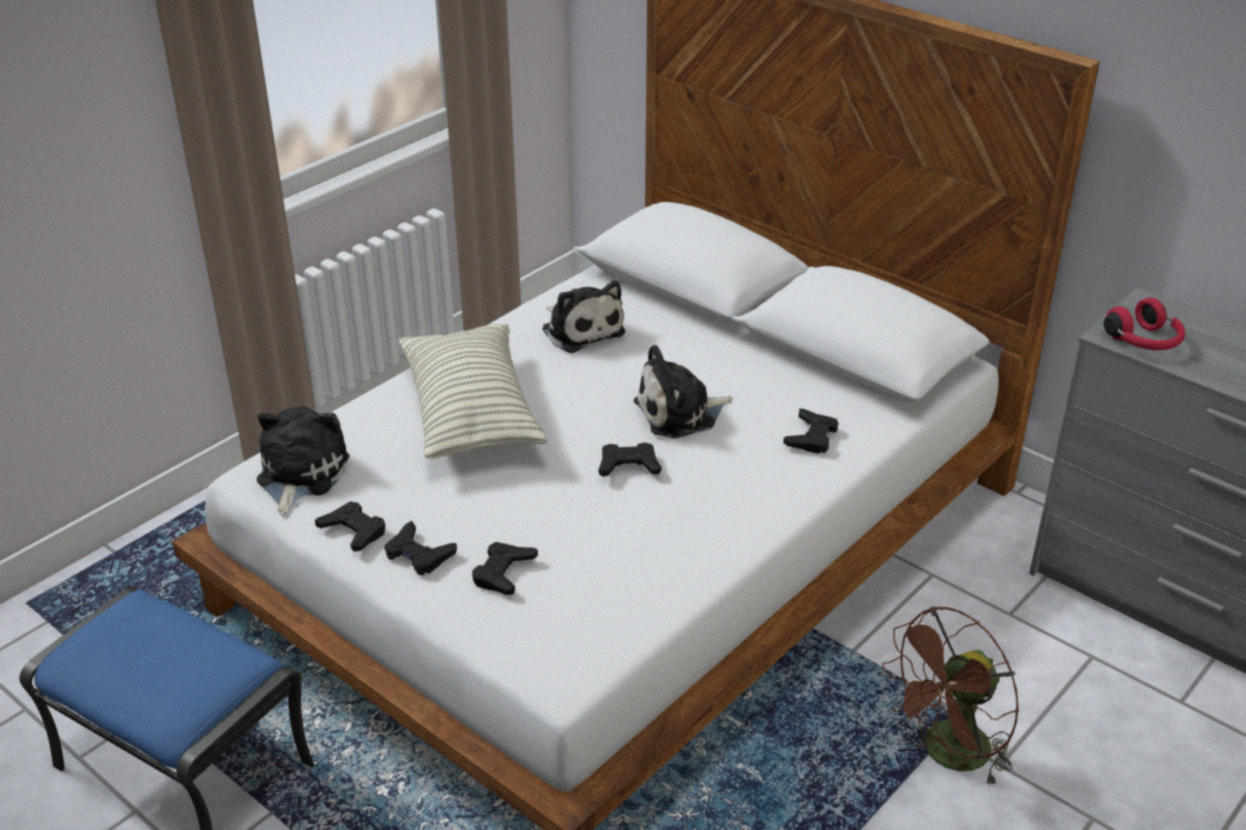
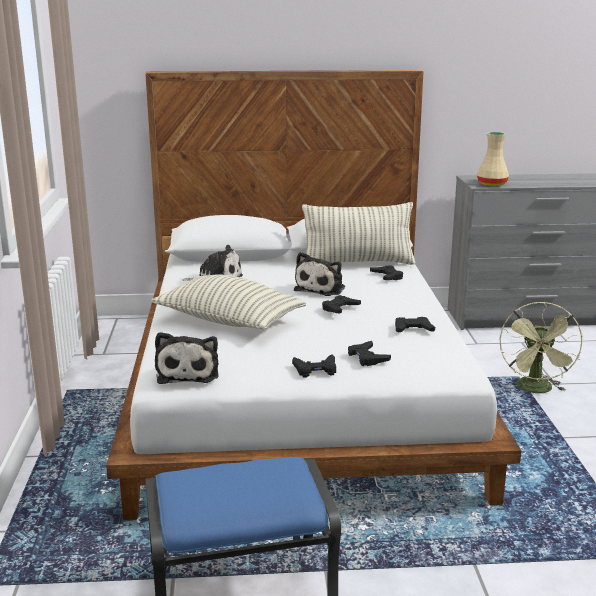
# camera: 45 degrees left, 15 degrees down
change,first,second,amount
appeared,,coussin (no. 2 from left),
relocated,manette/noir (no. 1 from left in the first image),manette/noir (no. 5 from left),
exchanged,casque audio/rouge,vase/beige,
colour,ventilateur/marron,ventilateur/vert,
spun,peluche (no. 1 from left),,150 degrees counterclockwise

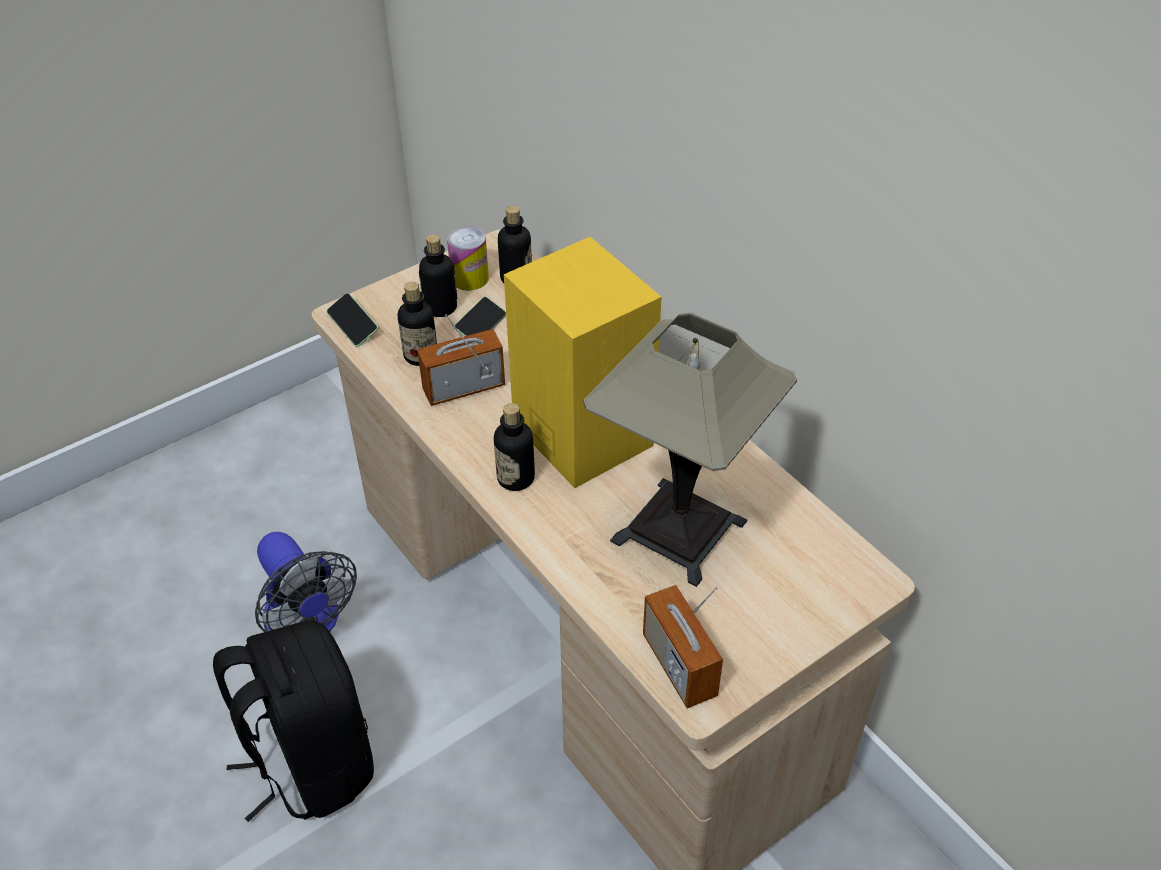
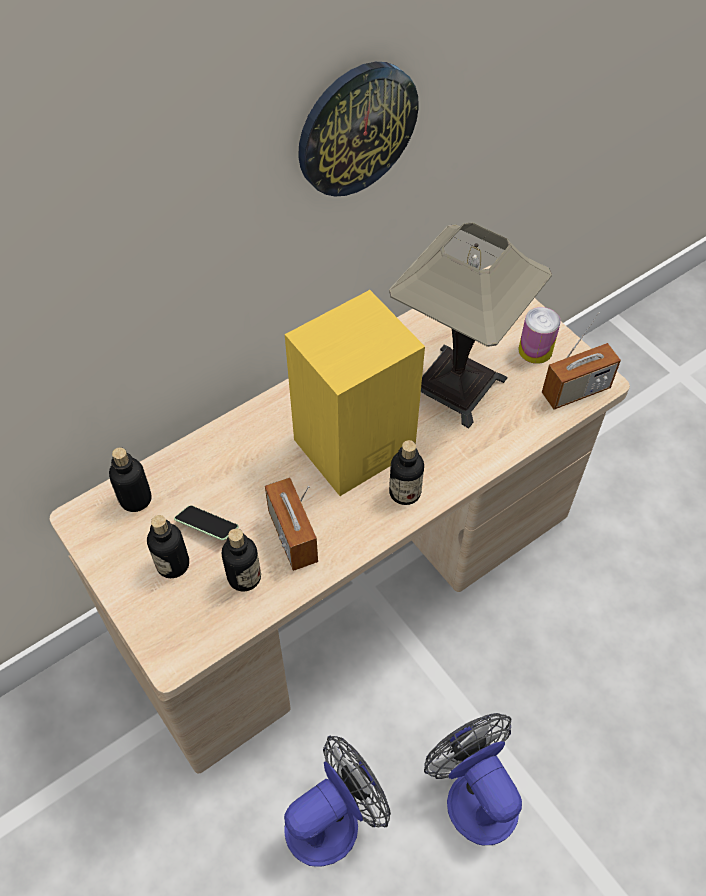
# camera: 90 degrees left, 10 degrees up
change,first,second,amount
missing,téléphone (no. 1 from left),,
appeared,,horloge murale,
relocated,boîte métallique,,
exchanged,sac à dos/noir,ventilateur (no. 2 from left),

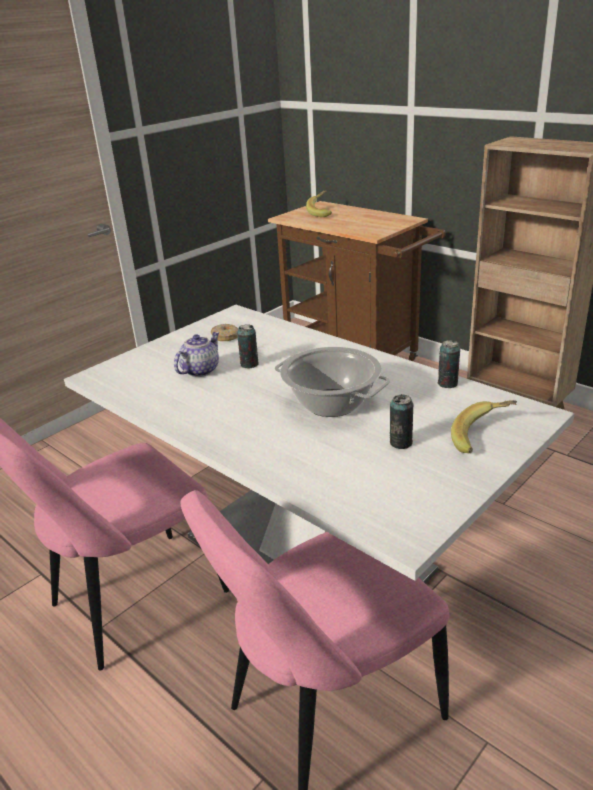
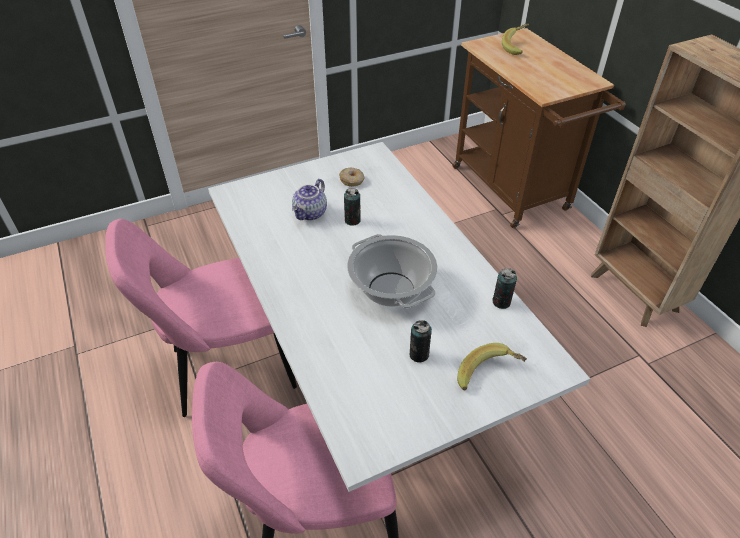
# camera: 20 degrees right, 15 degrees up
change,first,second,amount
spun,théière,,150 degrees clockwise

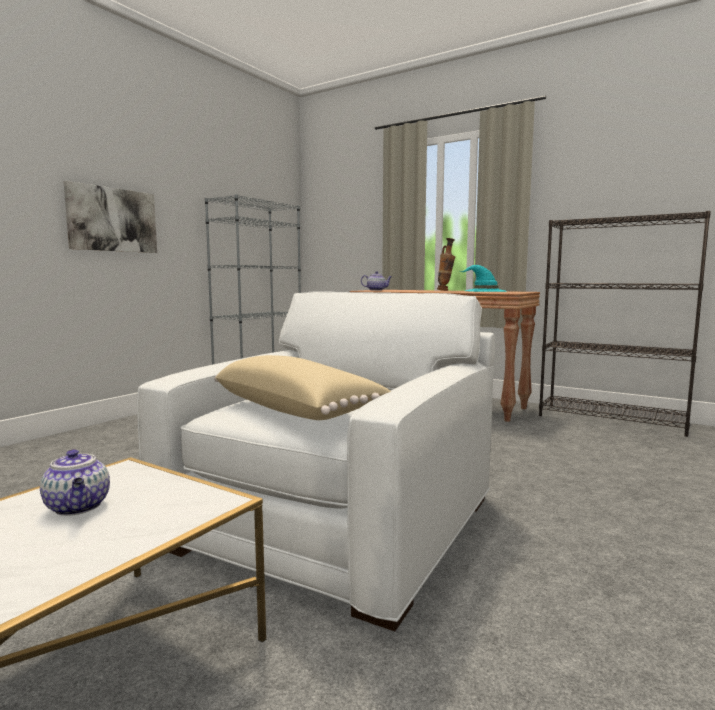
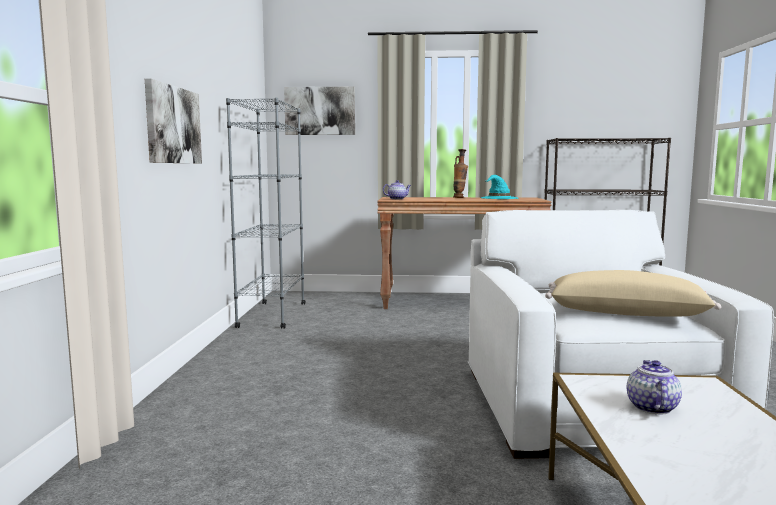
# camera: 30 degrees left, 0 degrees up
change,first,second,amount
appeared,,tableau (no. 2 from left),
spun,théière (no. 1 from left in the first image),théière (no. 2 from left),105 degrees counterclockwise

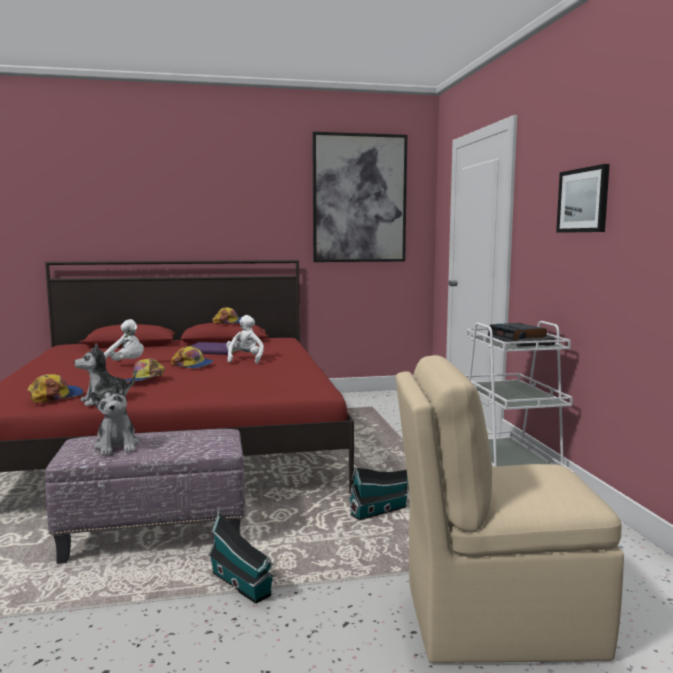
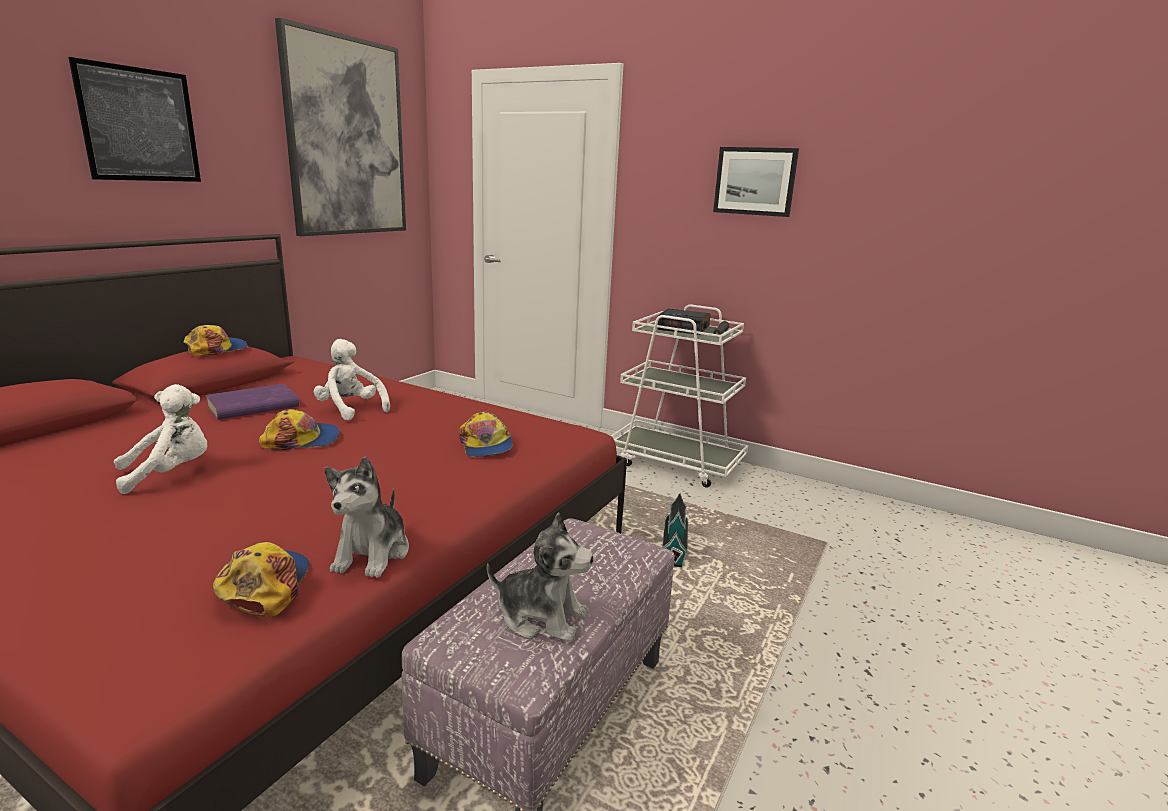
# camera: 50 degrees left, 10 degrees up
change,first,second,amount
missing,maison miniature (no. 1 from left),,
missing,chaise/beige,,
appeared,,tableau (no. 1 from left),
relocated,casquette (no. 2 from left in the first image),casquette (no. 4 from left),

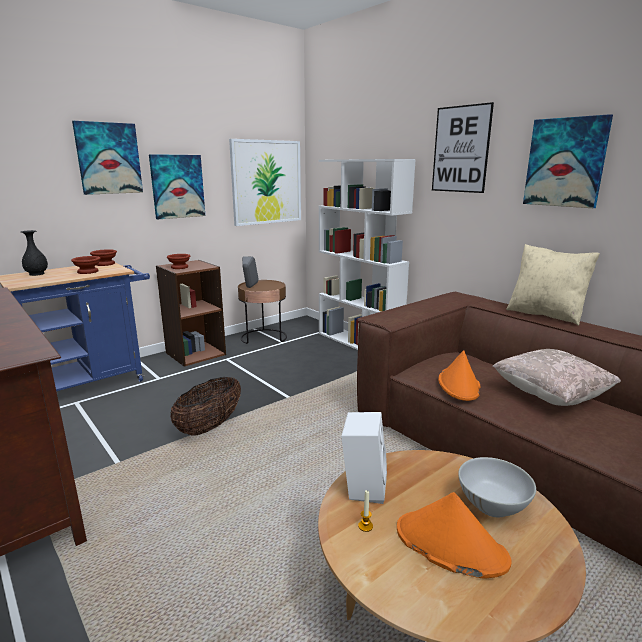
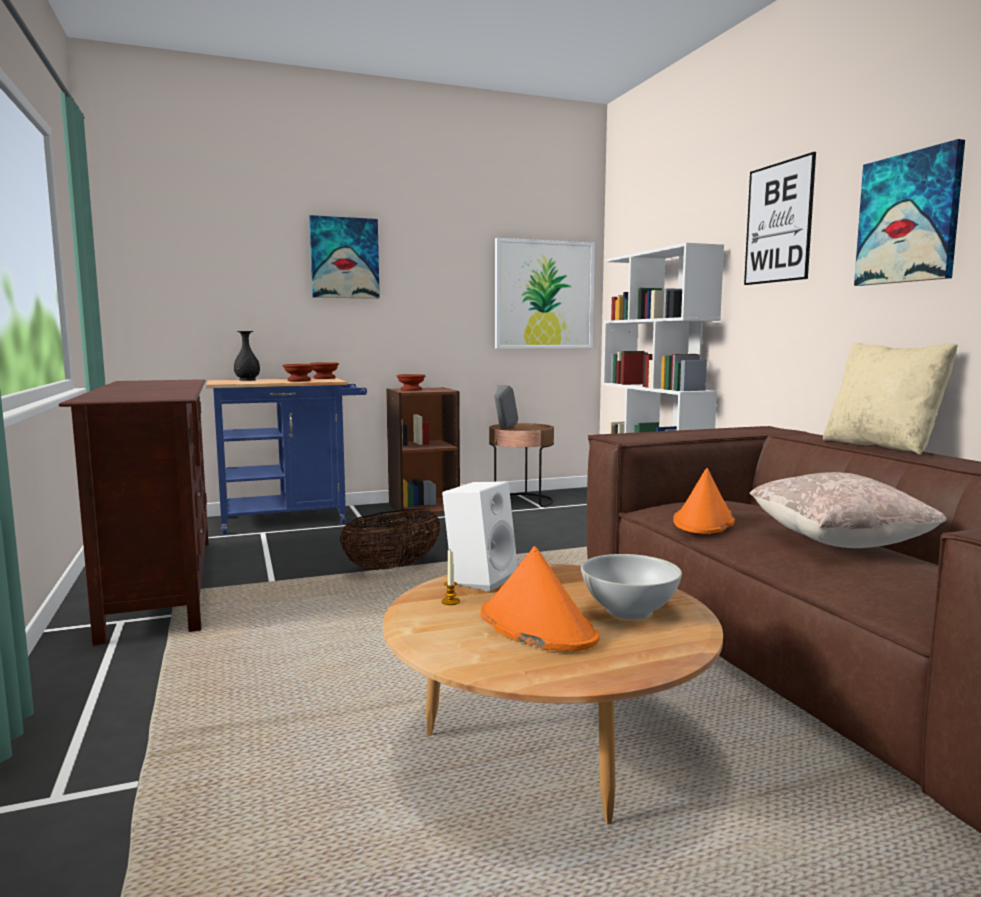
# camera: 20 degrees right, 10 degrees down
change,first,second,amount
missing,tableau (no. 2 from left),,

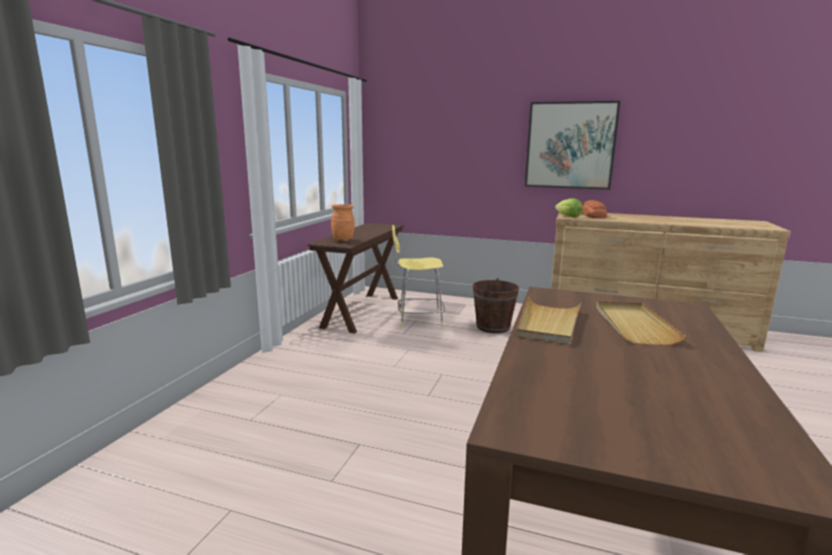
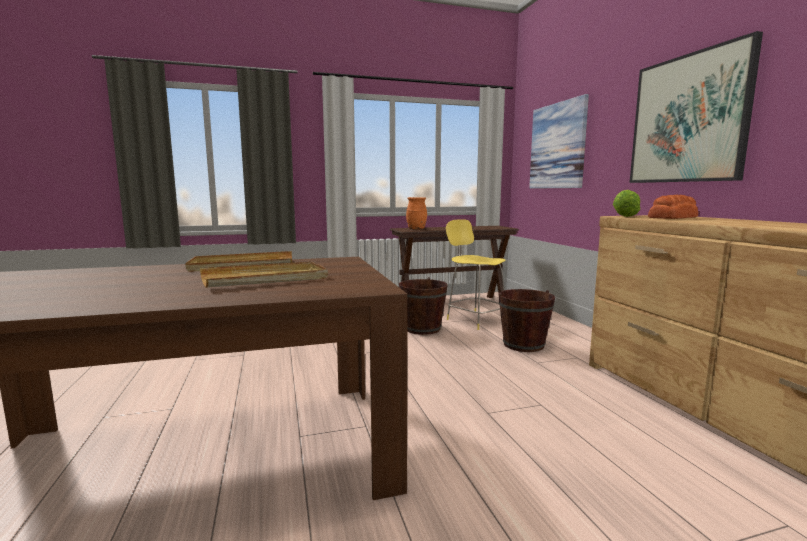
# camera: 55 degrees right, 5 degrees down
change,first,second,amount
appeared,,seau/marron (no. 1 from left),
appeared,,tableau (no. 1 from left),

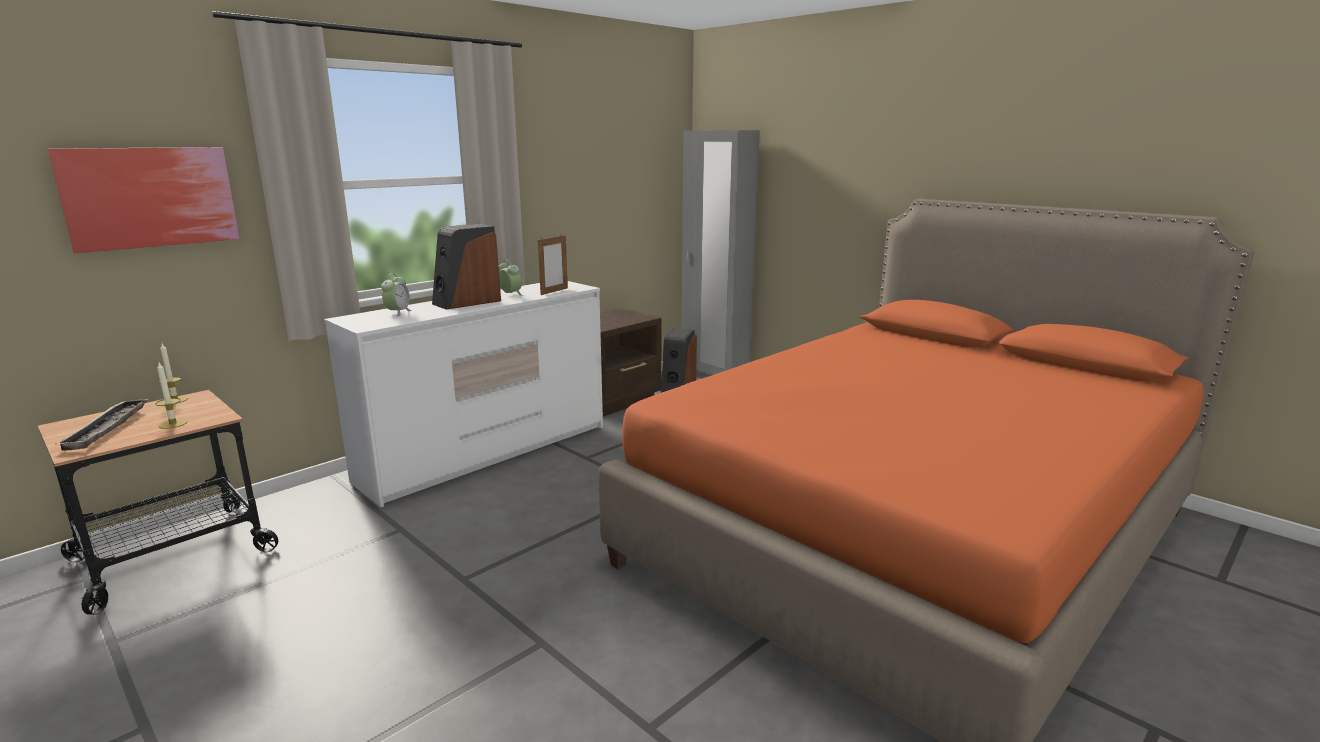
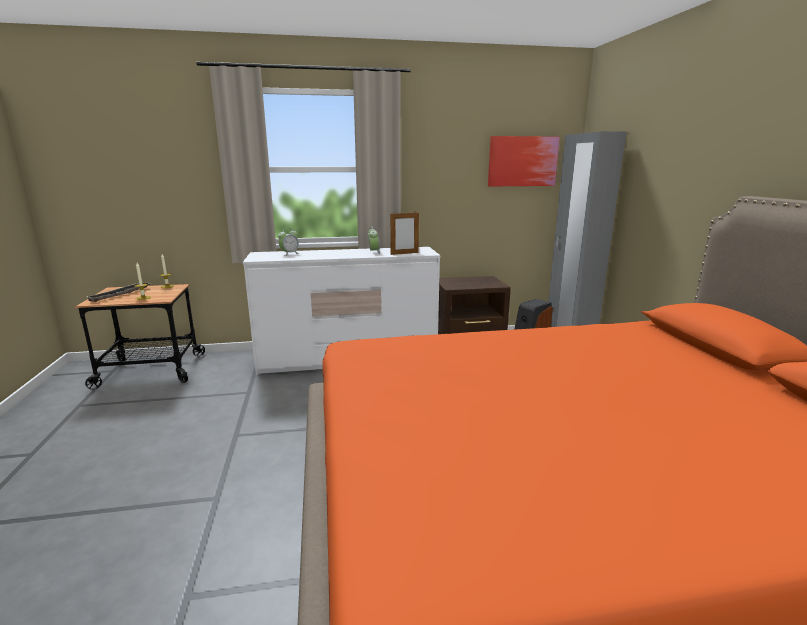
# camera: 35 degrees right, 0 degrees up
change,first,second,amount
missing,enceinte (no. 1 from left),,
relocated,tableau,,

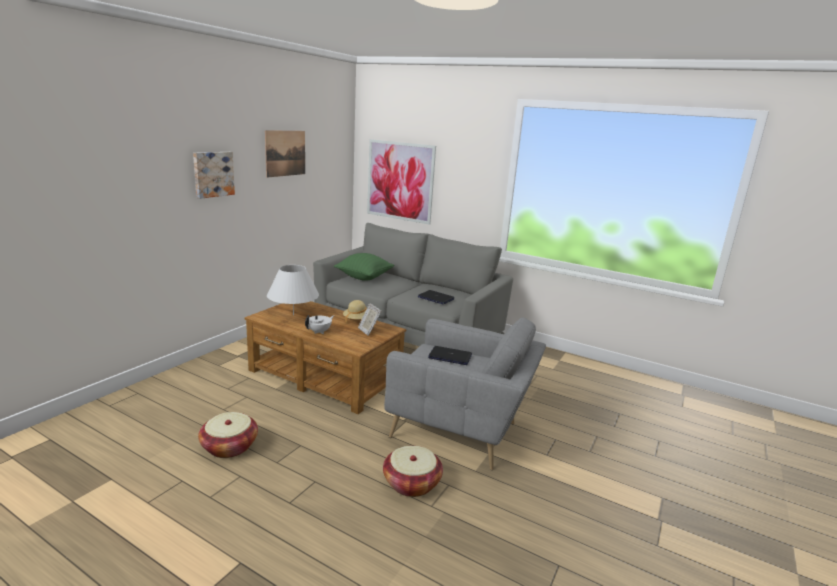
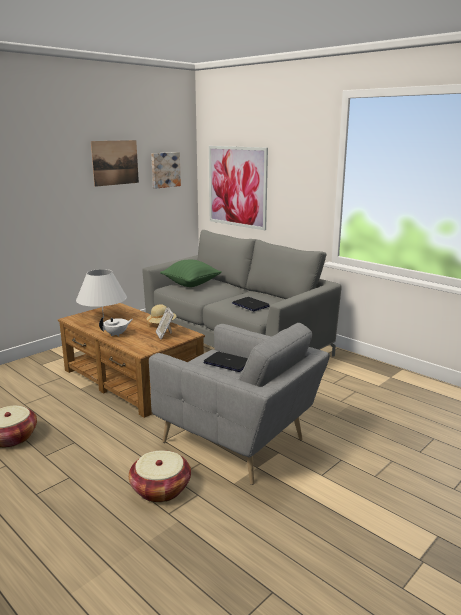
# camera: 15 degrees right, 0 degrees up
change,first,second,amount
relocated,tableau (no. 1 from left in the first image),tableau (no. 2 from left),

